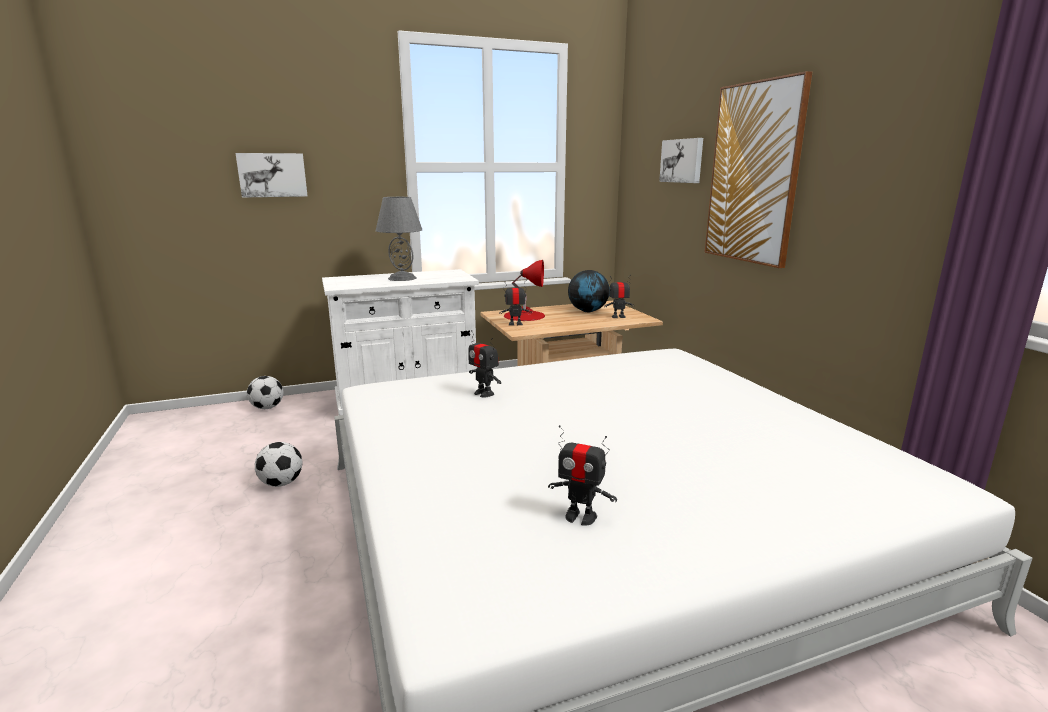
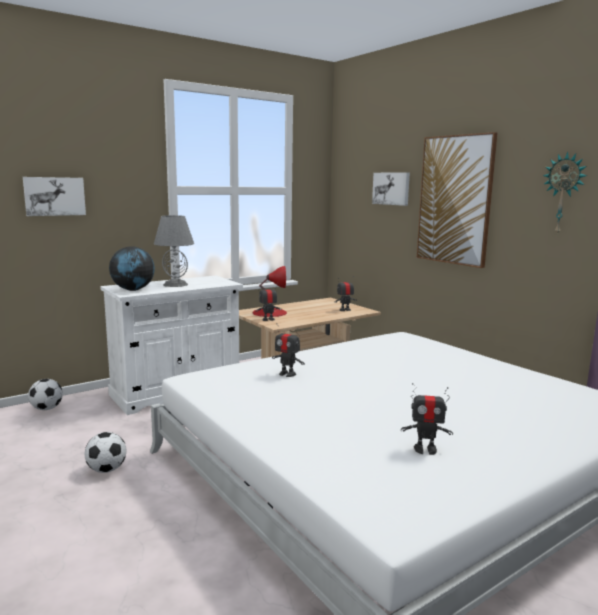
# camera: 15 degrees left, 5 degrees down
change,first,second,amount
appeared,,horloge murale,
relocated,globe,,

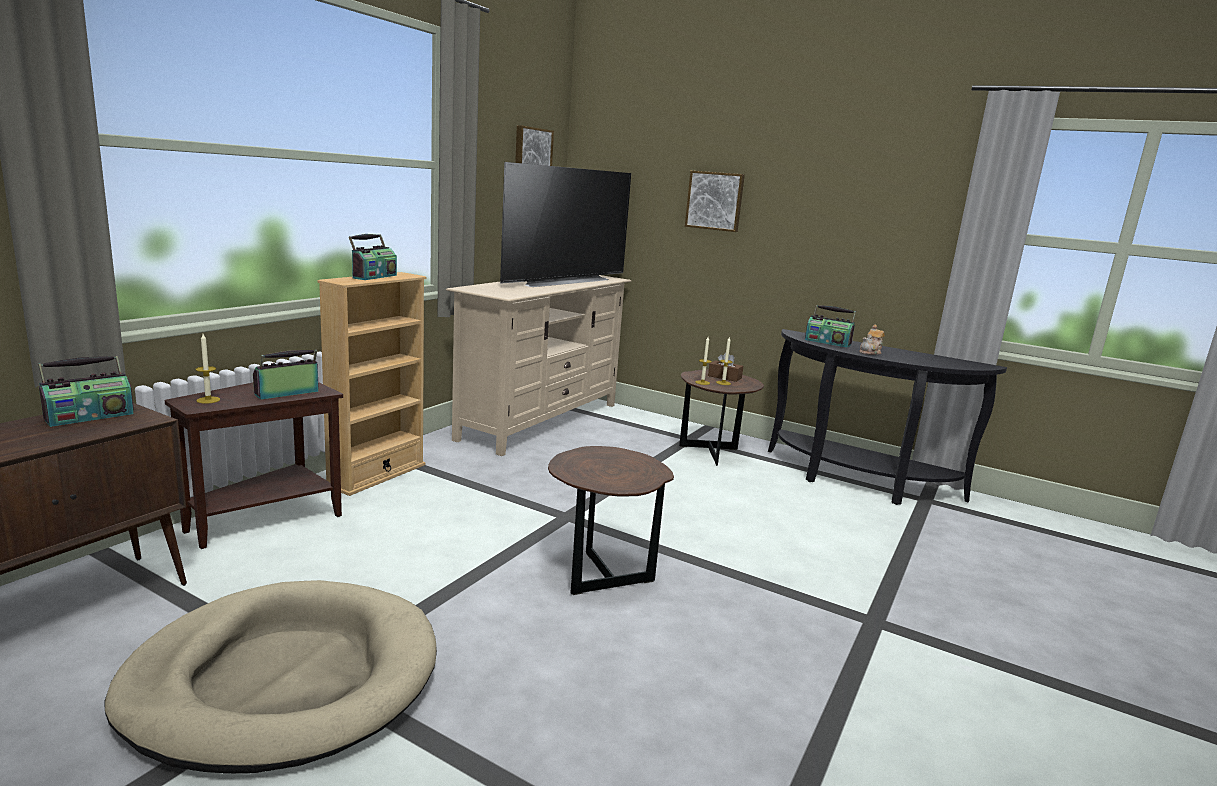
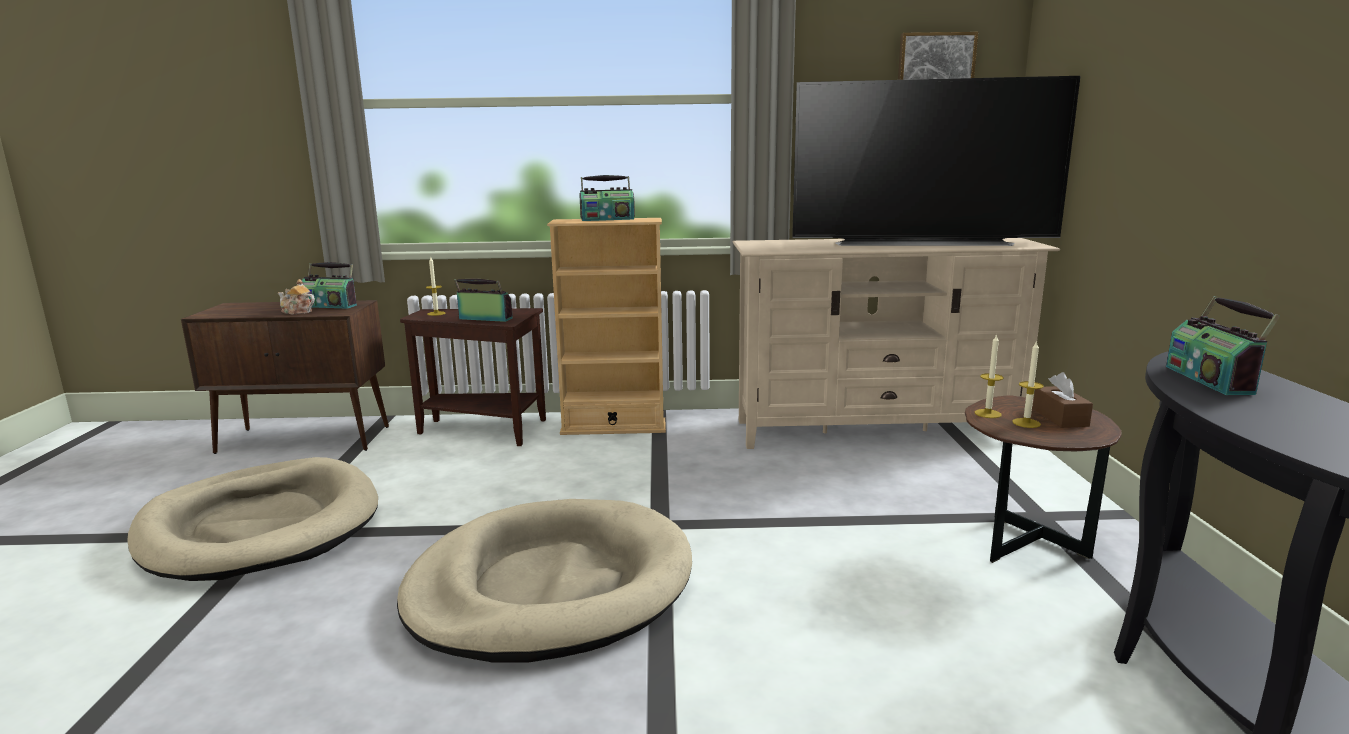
# camera: 60 degrees right, 0 degrees up
change,first,second,amount
missing,tableau (no. 2 from left),,
relocated,théière,,
exchanged,table d'appoint/marron (no. 2 from left),panier pour chien/beige (no. 2 from left),

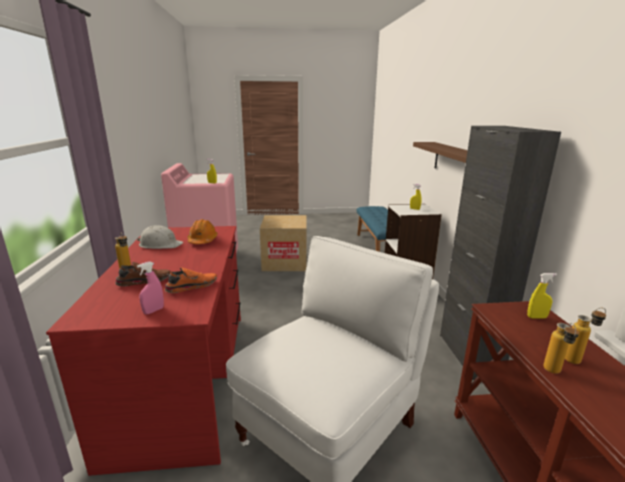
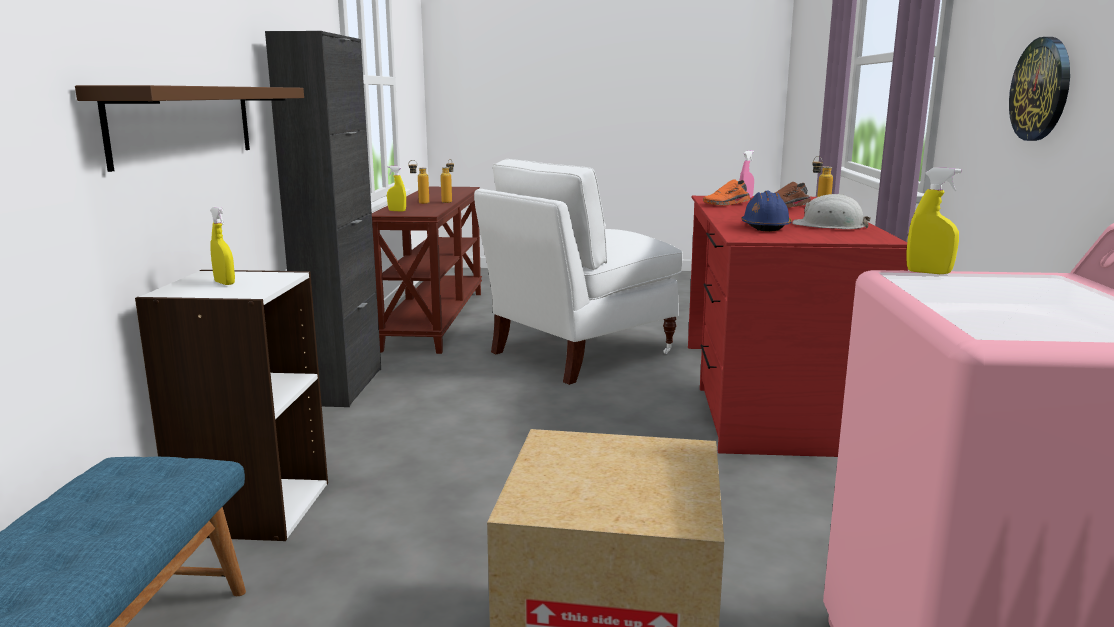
# camera: 170 degrees left, 5 degrees down
change,first,second,amount
appeared,,horloge murale,
colour,casque de chantier/orange,casque de chantier/bleu,

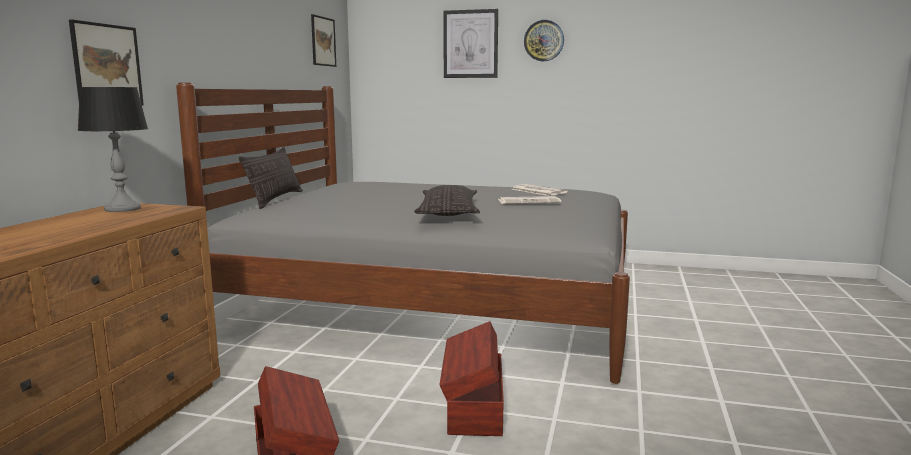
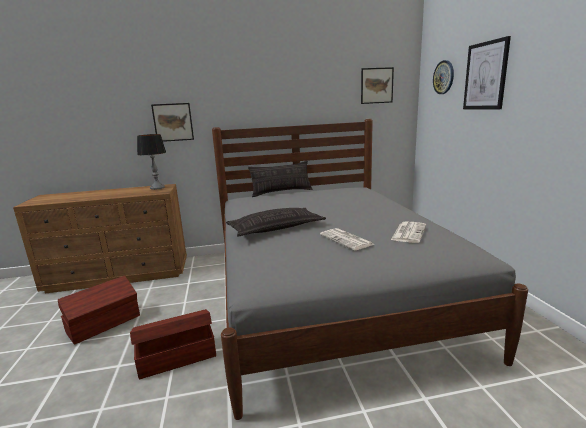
# camera: 65 degrees right, 5 degrees up
change,first,second,amount
relocated,horloge murale,,

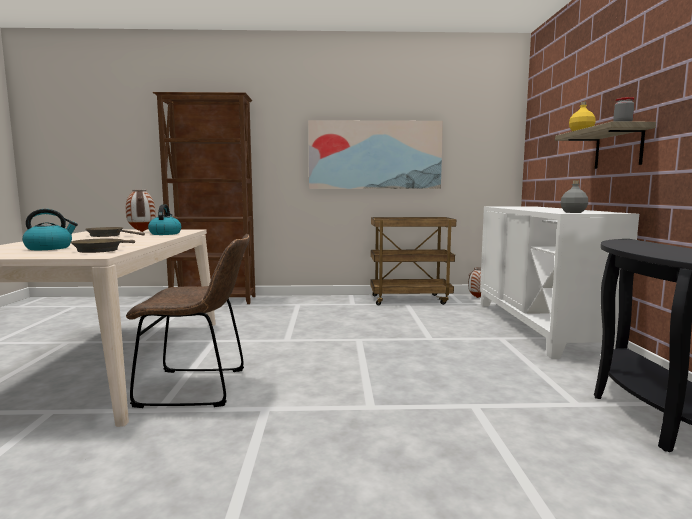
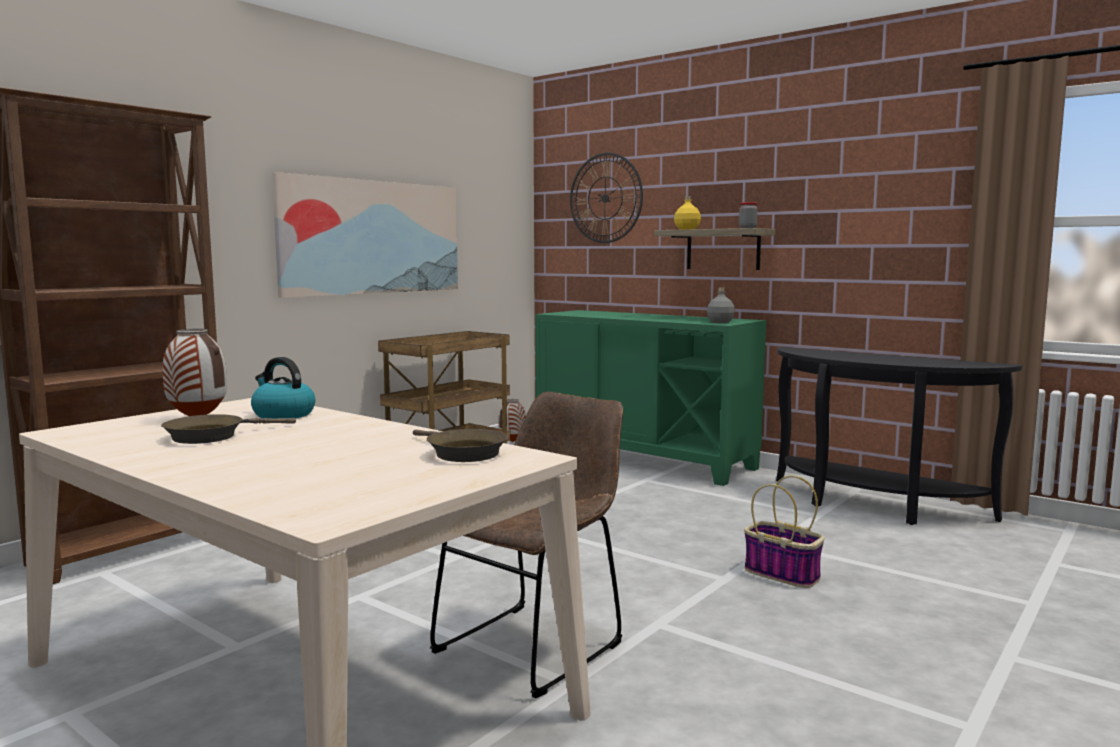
# camera: 50 degrees left, 0 degrees up
change,first,second,amount
missing,bouilloire (no. 1 from left),,
appeared,,horloge murale,
appeared,,panier,
colour,meuble de rangement/blanc,meuble de rangement/vert,

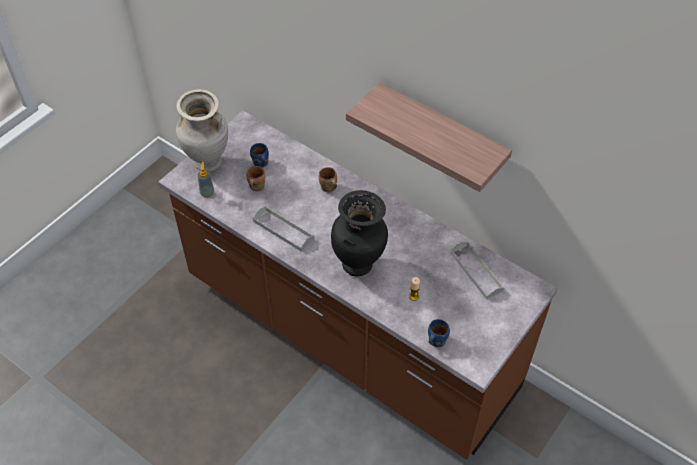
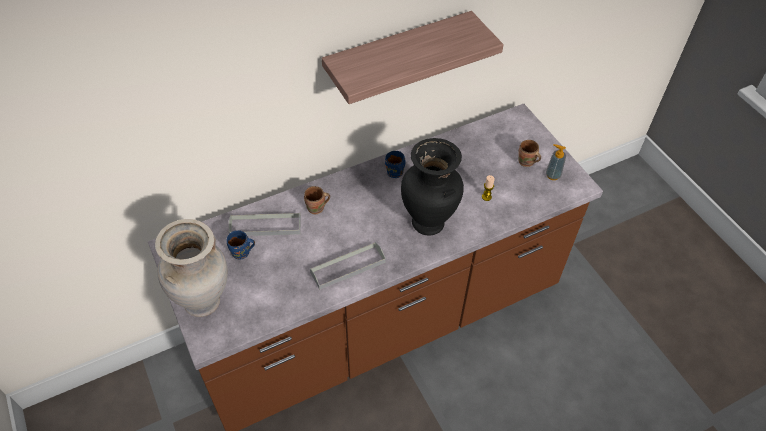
# camera: 65 degrees left, 0 degrees up
change,first,second,amount
relocated,distributeur de savon,,
relocated,mug/marron (no. 1 from left in the first image),mug/marron (no. 2 from left),
relocated,mug/bleu (no. 2 from left),,
relocated,plateau/gris (no. 2 from left in the first image),plateau/gris (no. 1 from left),

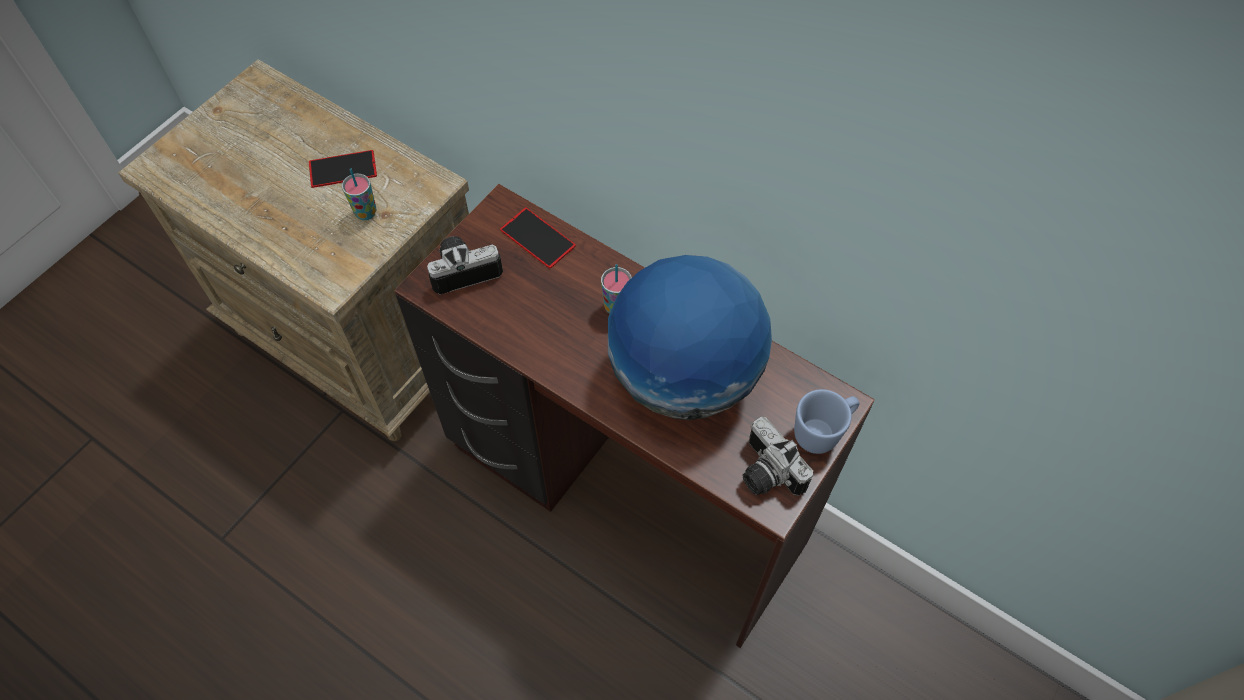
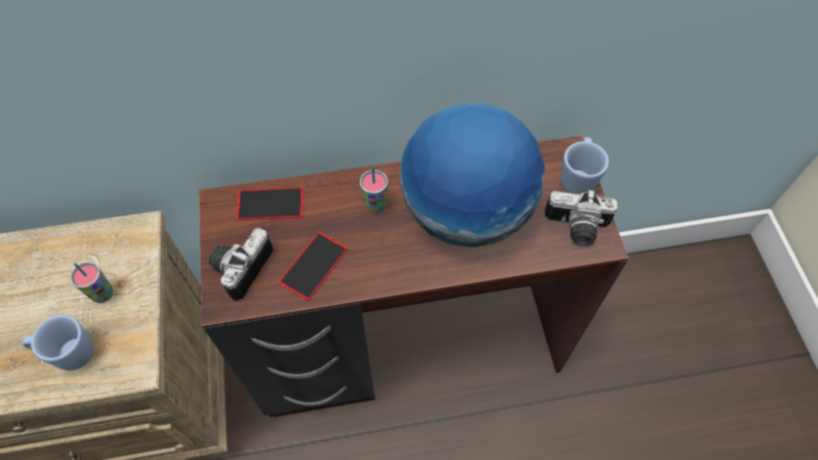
# camera: 45 degrees left, 0 degrees up
change,first,second,amount
appeared,,mug/bleu (no. 1 from left),
relocated,téléphone (no. 1 from left in the first image),téléphone (no. 2 from left),

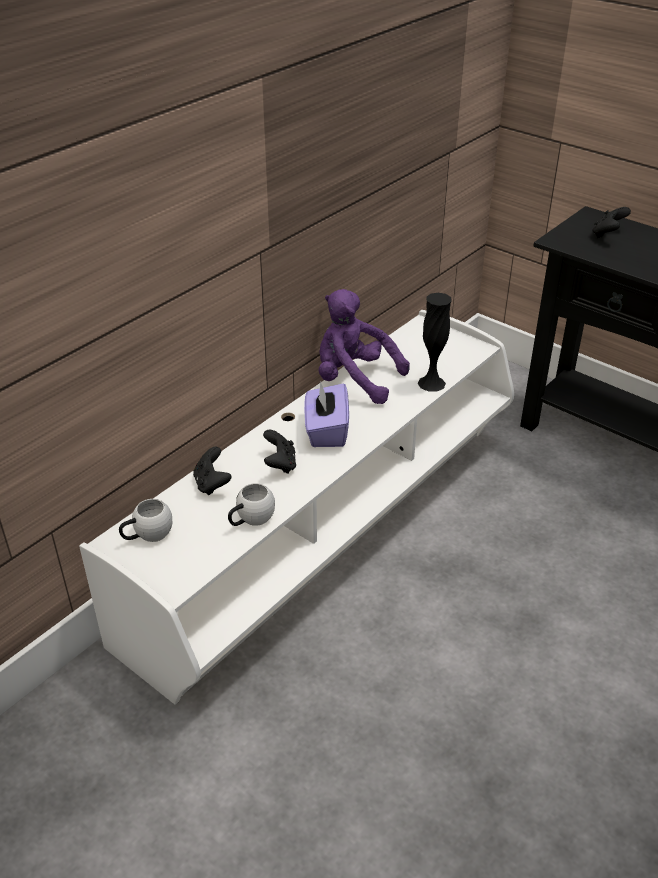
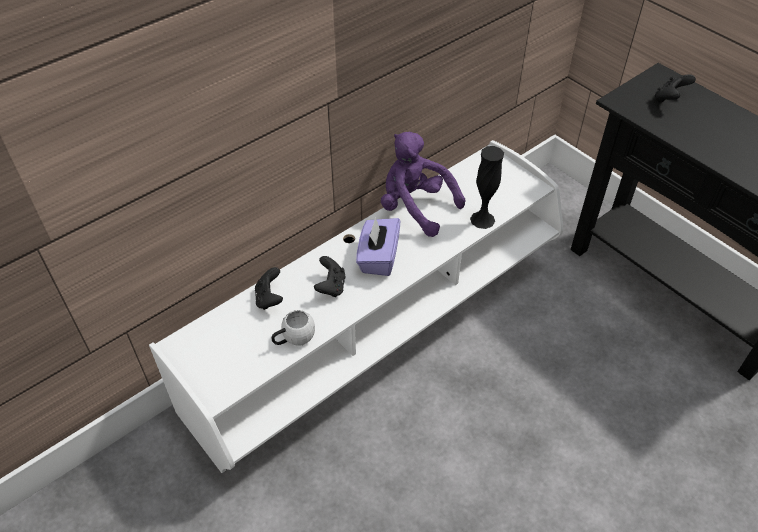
# camera: 10 degrees right, 10 degrees up
change,first,second,amount
missing,mug/blanc (no. 1 from left),,

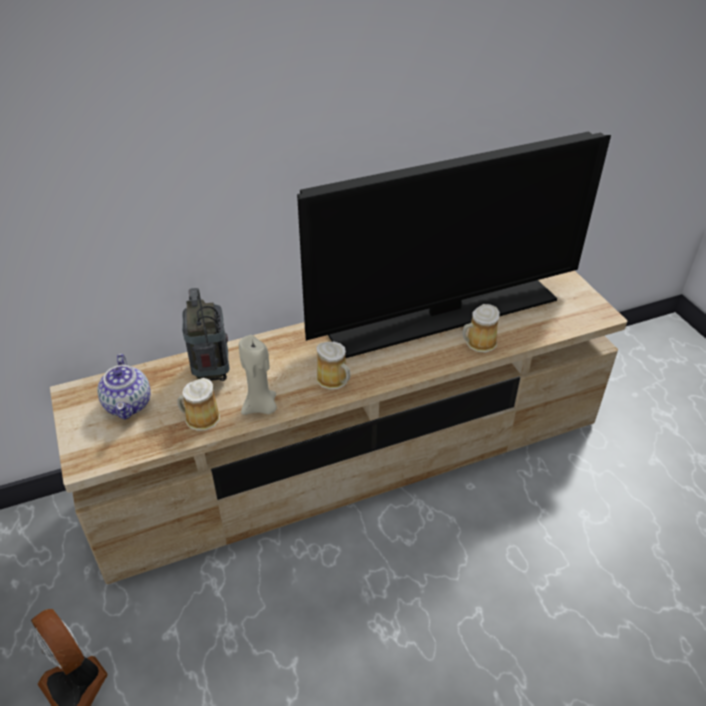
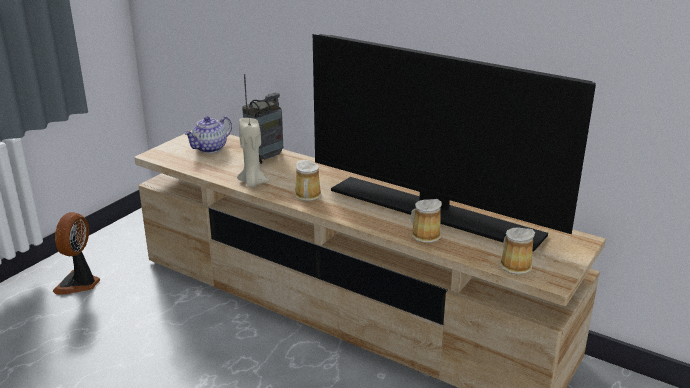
# camera: 55 degrees right, 15 degrees down
change,first,second,amount
relocated,mug (no. 1 from left in the first image),mug (no. 3 from left),

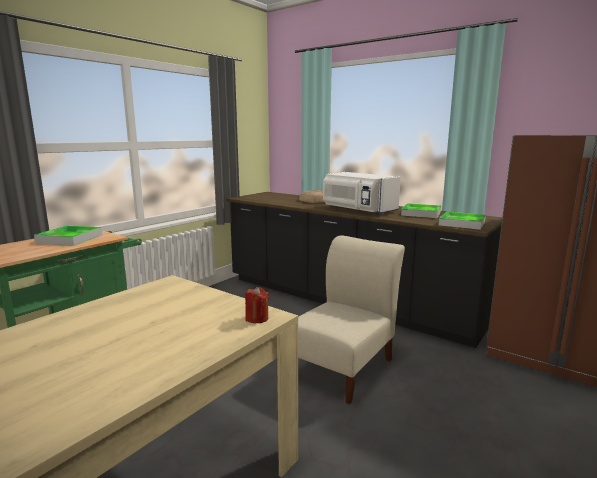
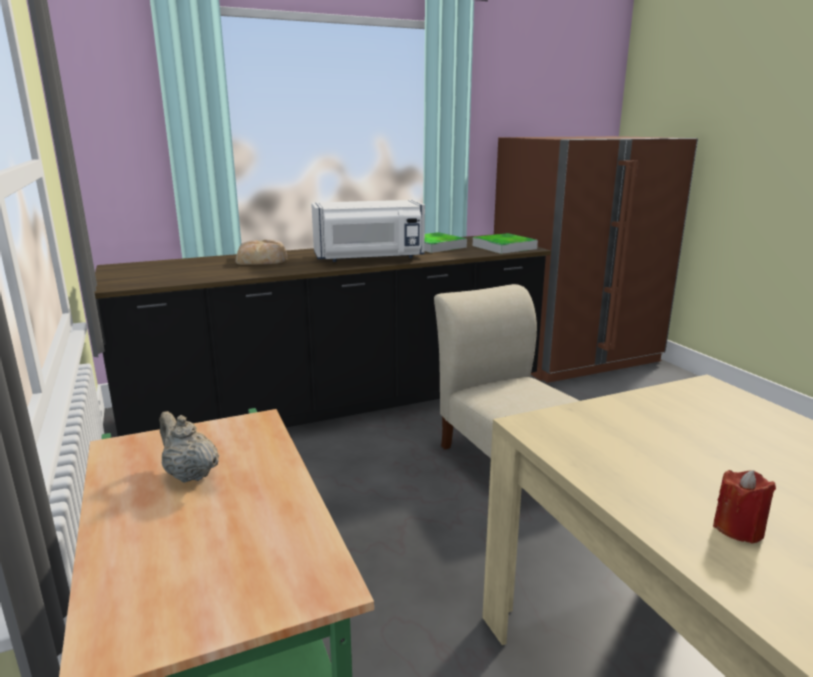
# camera: 60 degrees left, 5 degrees up
change,first,second,amount
relocated,bougie/rouge,,
exchanged,plateau (no. 1 from left),théière/beige,

